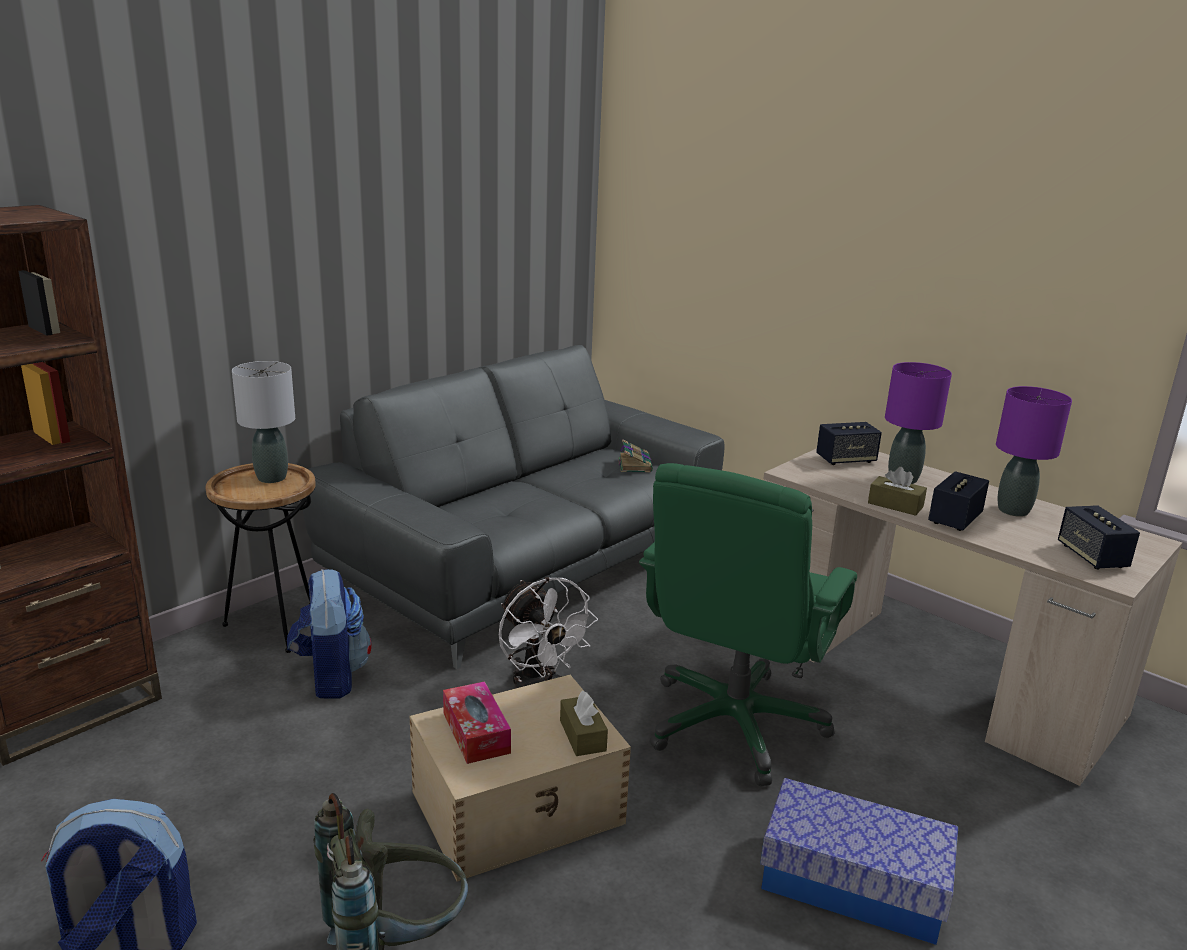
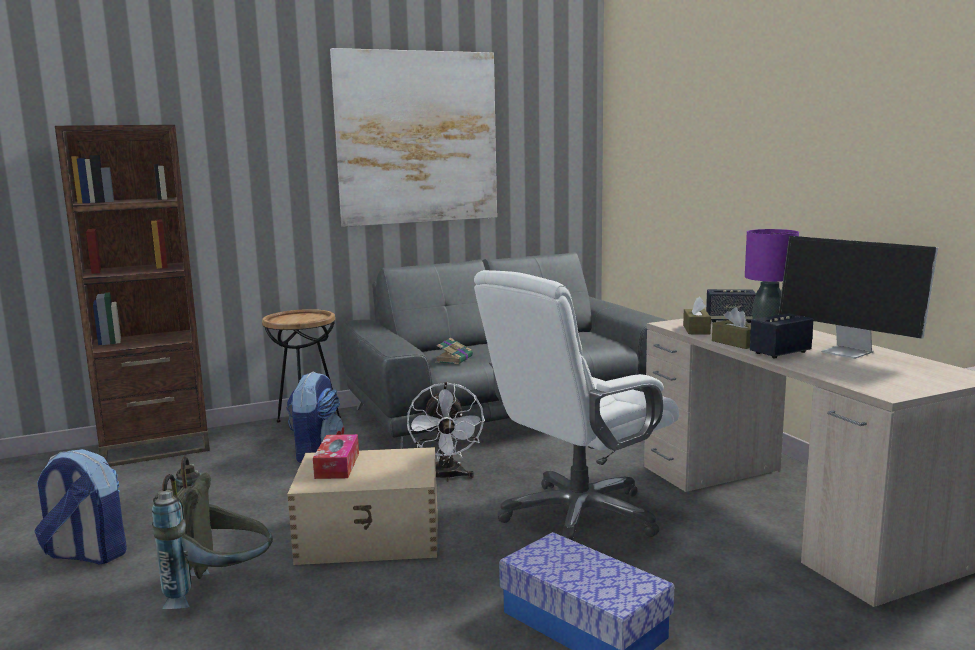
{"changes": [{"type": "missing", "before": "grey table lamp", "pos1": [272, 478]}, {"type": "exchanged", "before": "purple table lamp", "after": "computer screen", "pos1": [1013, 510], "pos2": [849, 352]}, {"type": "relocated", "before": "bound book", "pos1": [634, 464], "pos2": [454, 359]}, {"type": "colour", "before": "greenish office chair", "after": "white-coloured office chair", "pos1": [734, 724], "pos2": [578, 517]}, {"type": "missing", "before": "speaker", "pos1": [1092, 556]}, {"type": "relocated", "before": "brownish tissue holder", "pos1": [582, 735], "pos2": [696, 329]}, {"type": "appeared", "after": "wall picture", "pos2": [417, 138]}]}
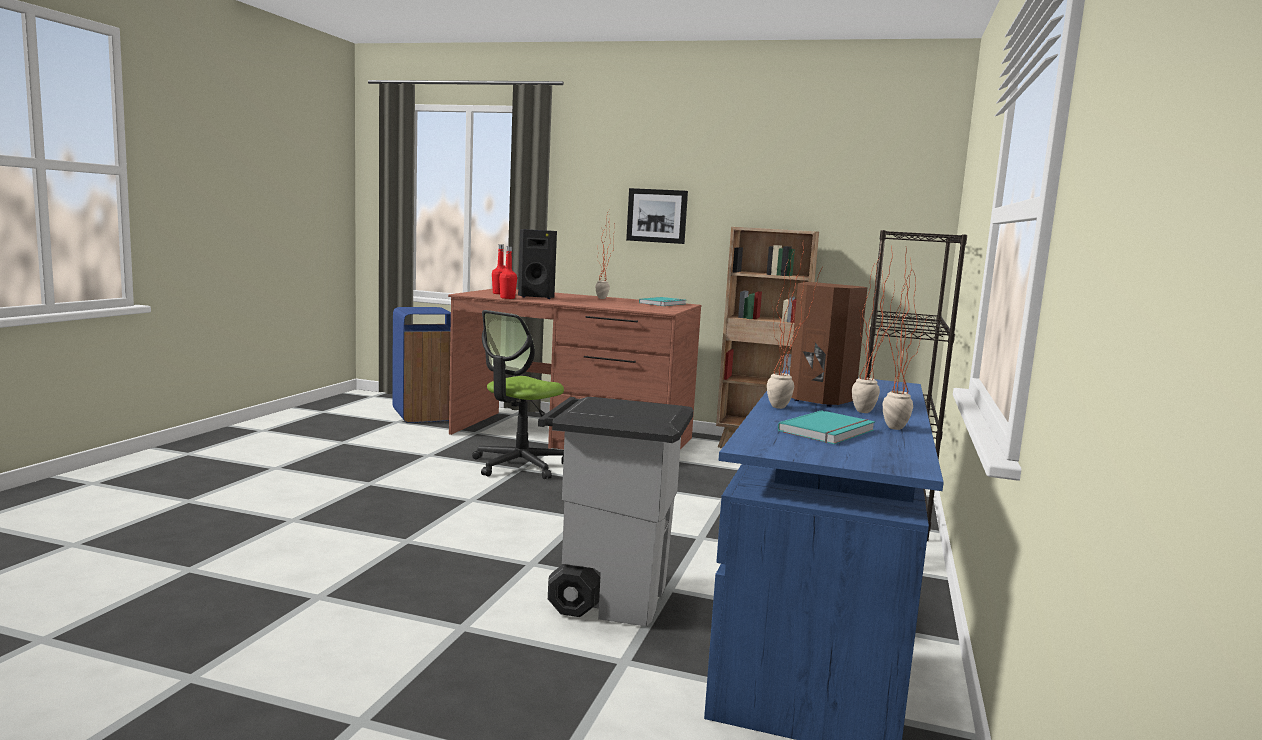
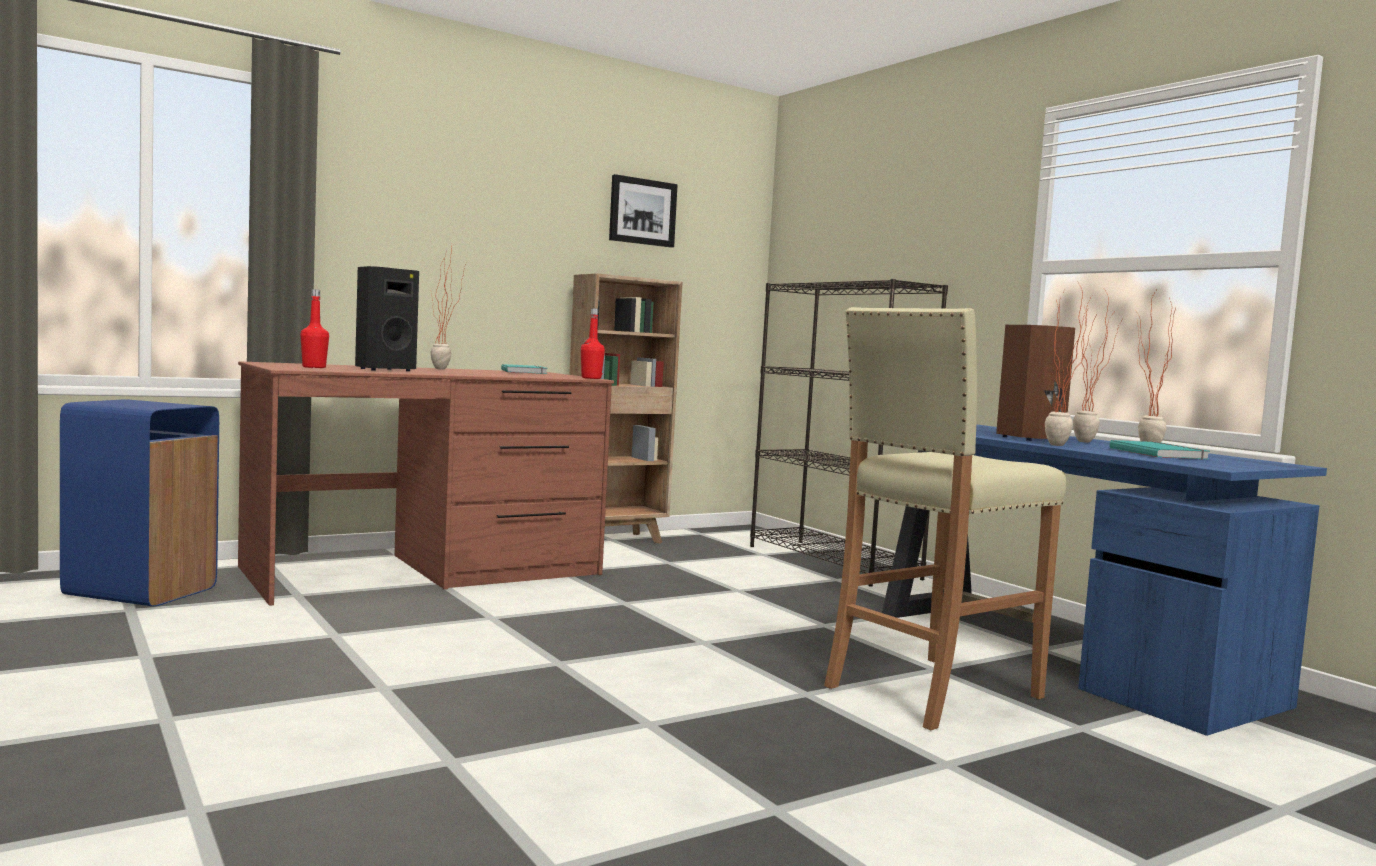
{"changes": [{"type": "relocated", "before": "wall picture", "pos1": [657, 216], "pos2": [642, 212]}, {"type": "relocated", "before": "red beverage bottle", "pos1": [507, 298], "pos2": [591, 378]}, {"type": "missing", "before": "office chair", "pos1": [519, 465]}, {"type": "exchanged", "before": "grey trash can", "after": "sand-coloured stool seat", "pos1": [609, 597], "pos2": [931, 692]}]}
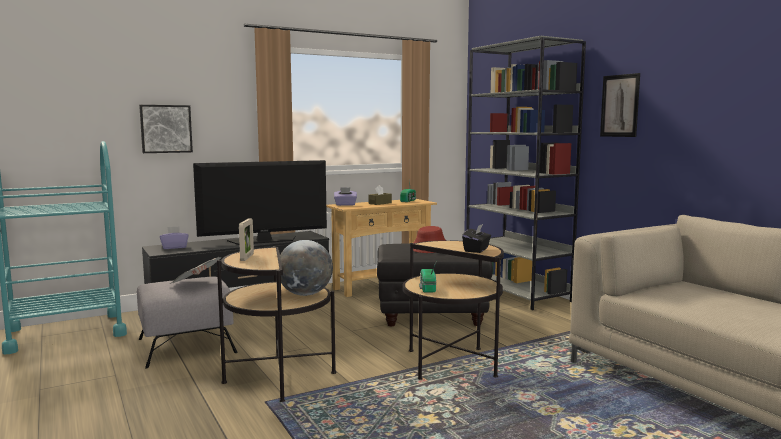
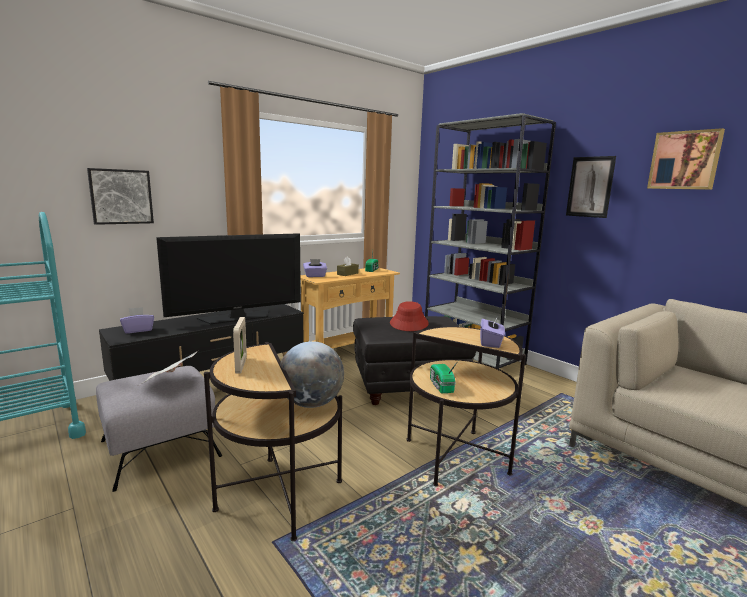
{"changes": [{"type": "colour", "before": "blackish tissue holder", "after": "purple tissue holder", "pos1": [476, 250], "pos2": [491, 342]}, {"type": "appeared", "after": "wall picture", "pos2": [684, 160]}]}
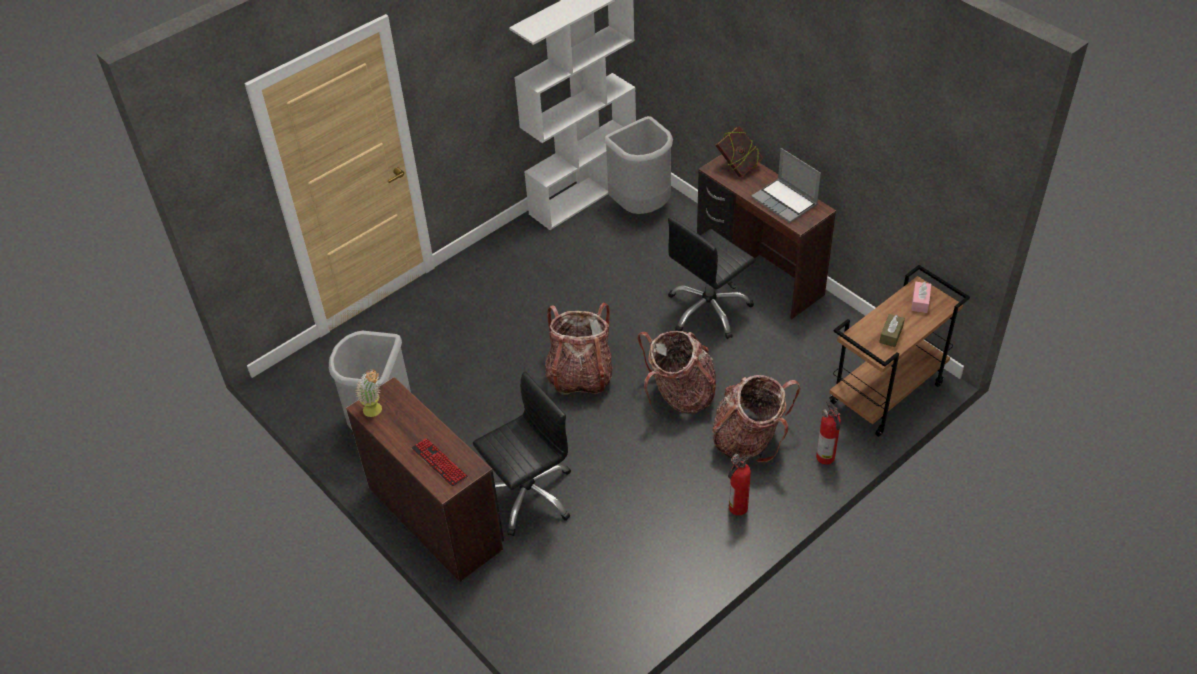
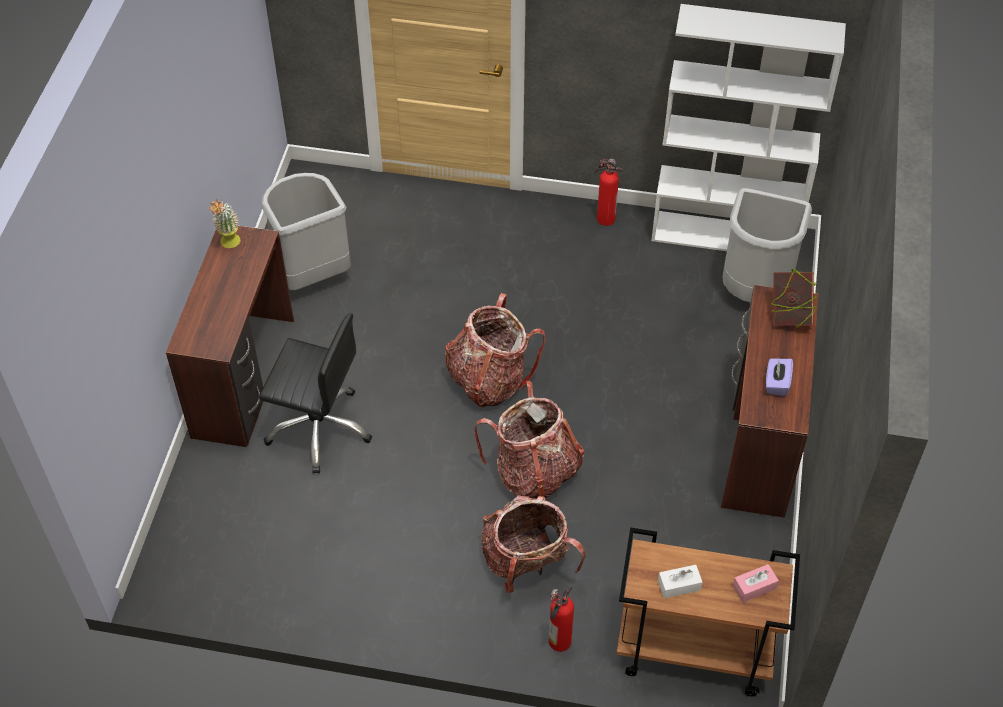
{"changes": [{"type": "exchanged", "before": "portable computer", "after": "purple tissue holder", "pos1": [785, 202], "pos2": [776, 383]}, {"type": "missing", "before": "blackish office chair", "pos1": [708, 310]}, {"type": "colour", "before": "brownish tissue holder", "after": "white-coloured tissue holder", "pos1": [891, 335], "pos2": [679, 585]}, {"type": "missing", "before": "PC keyboard", "pos1": [439, 463]}, {"type": "relocated", "before": "extinguisher", "pos1": [737, 508], "pos2": [604, 218]}]}
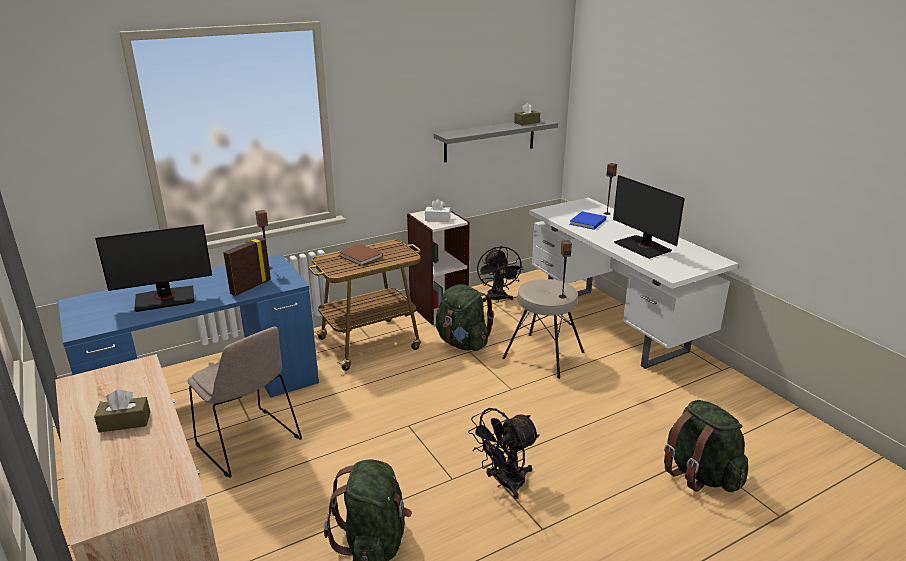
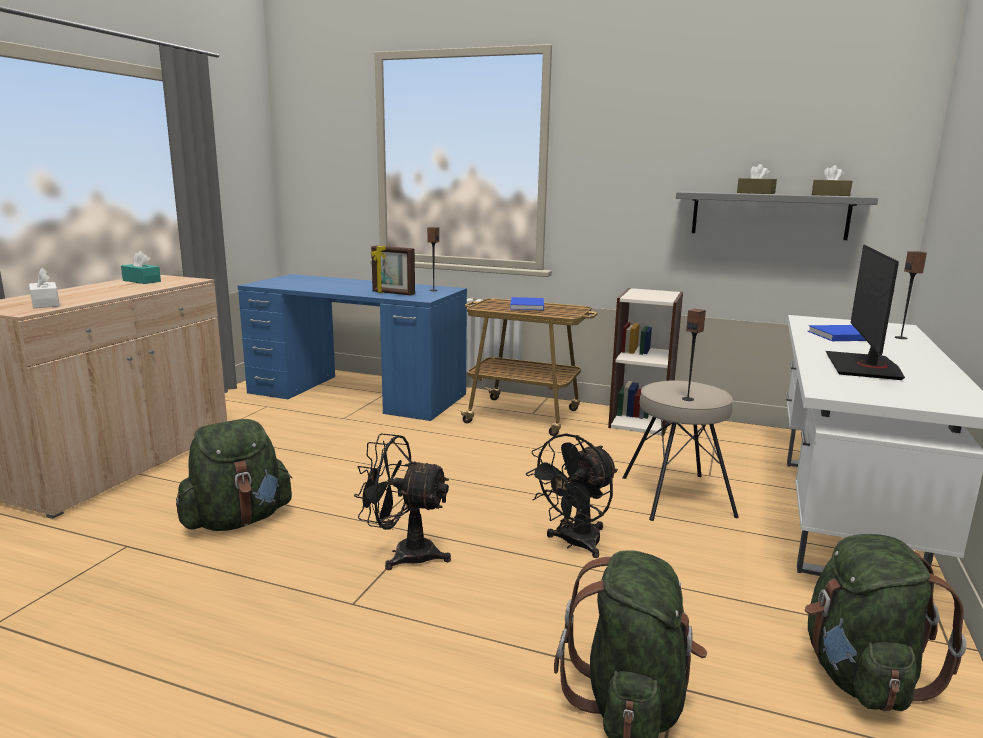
{"changes": [{"type": "relocated", "before": "white-coloured tissue holder", "pos1": [437, 219], "pos2": [45, 303]}, {"type": "missing", "before": "computer screen", "pos1": [165, 299]}, {"type": "spun", "before": "photo frame", "pos1": [250, 287], "pos2": [393, 293], "turn": -150}, {"type": "colour", "before": "brownish bound book", "after": "blue-coloured bound book", "pos1": [361, 256], "pos2": [527, 306]}, {"type": "relocated", "before": "blackish cooling fan", "pos1": [497, 299], "pos2": [574, 544]}, {"type": "relocated", "before": "greenish rucksack", "pos1": [463, 343], "pos2": [860, 676]}, {"type": "missing", "before": "sand-coloured upright chair", "pos1": [250, 444]}, {"type": "relocated", "before": "brownish tissue holder", "pos1": [125, 422], "pos2": [755, 193]}, {"type": "appeared", "after": "turquoise-coloured tissue holder", "pos2": [141, 281]}]}
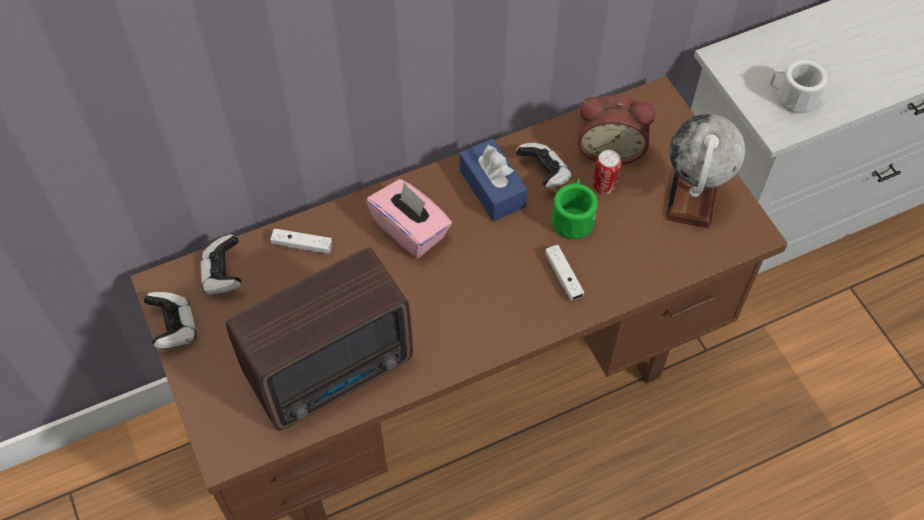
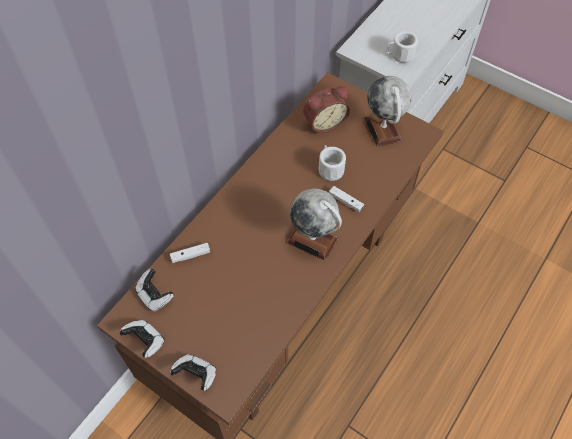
{"changes": [{"type": "missing", "before": "blue-coloured tissue holder", "pos1": [492, 188]}, {"type": "relocated", "before": "game controller", "pos1": [544, 173], "pos2": [196, 374]}, {"type": "missing", "before": "can", "pos1": [604, 186]}, {"type": "missing", "before": "pinkish tissue holder", "pos1": [410, 230]}, {"type": "colour", "before": "greenish mug", "after": "white-coloured mug", "pos1": [573, 218], "pos2": [330, 168]}, {"type": "missing", "before": "radio set", "pos1": [335, 371]}, {"type": "appeared", "after": "world globe", "pos2": [312, 240]}]}
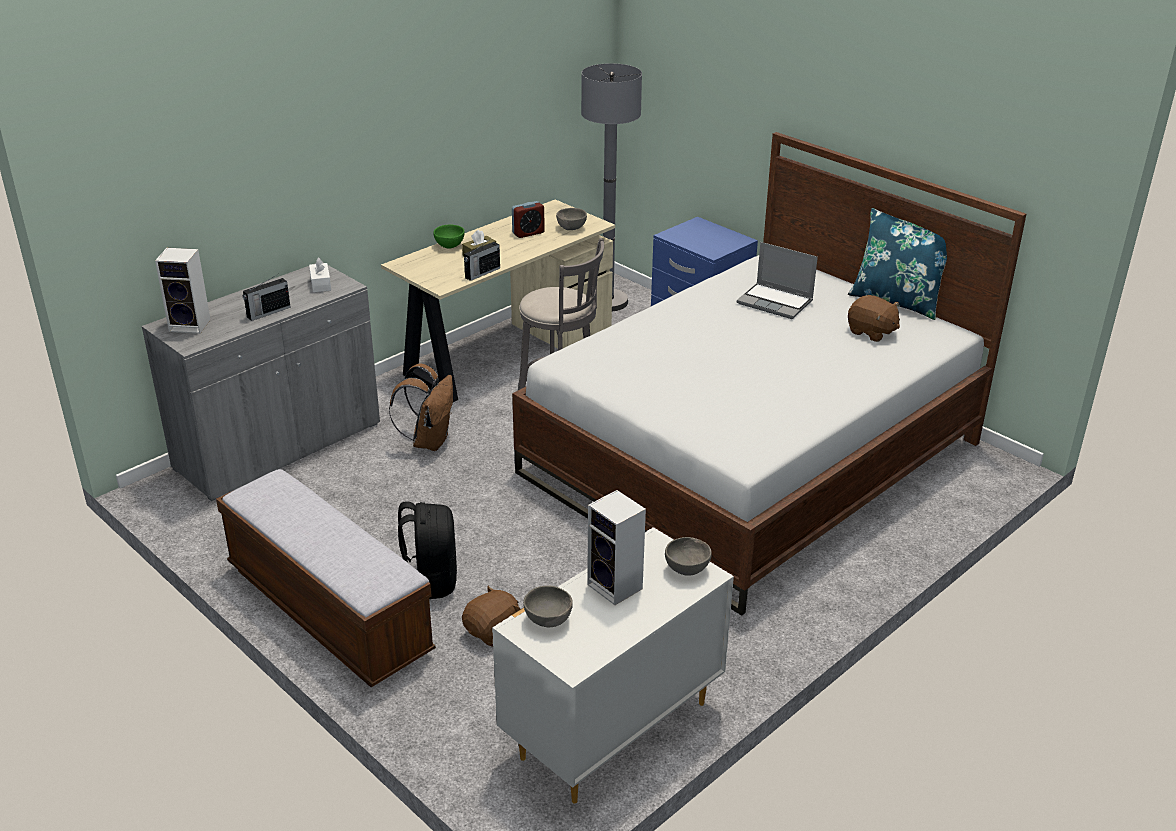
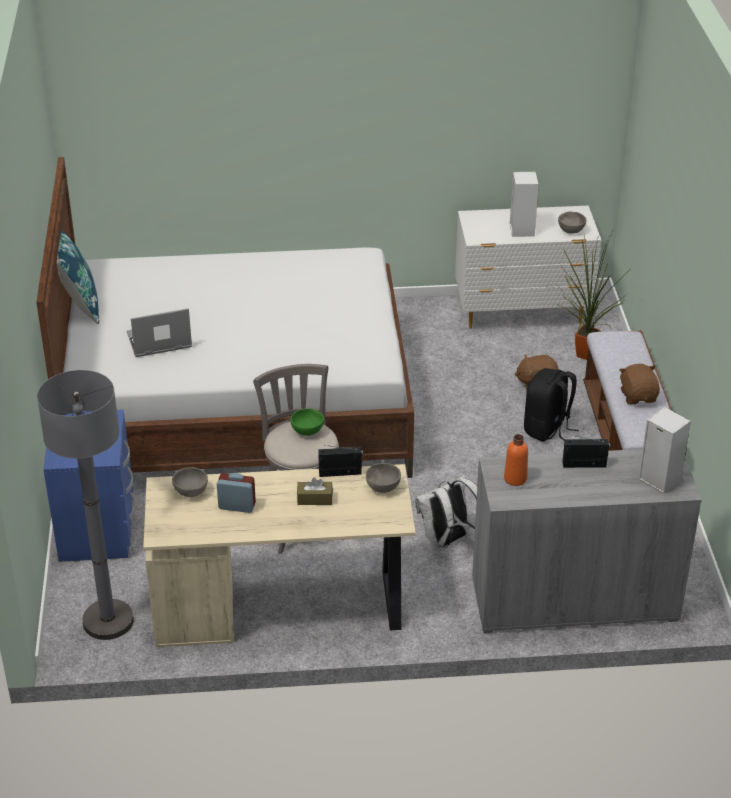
{"changes": [{"type": "relocated", "before": "greenish serving bowl", "pos1": [449, 246], "pos2": [308, 431]}, {"type": "spun", "before": "portable computer", "pos1": [776, 302], "pos2": [158, 341], "turn": -90}, {"type": "exchanged", "before": "white-coloured tissue holder", "after": "orange beverage bottle", "pos1": [320, 284], "pos2": [515, 478]}, {"type": "relocated", "before": "brownish plush toy", "pos1": [871, 332], "pos2": [638, 396]}, {"type": "colour", "before": "brownish rucksack", "after": "white-coloured rucksack", "pos1": [429, 441], "pos2": [447, 540]}, {"type": "relocated", "before": "grey serving bowl", "pos1": [688, 569], "pos2": [382, 487]}, {"type": "appeared", "after": "potted plant", "pos2": [583, 357]}]}
